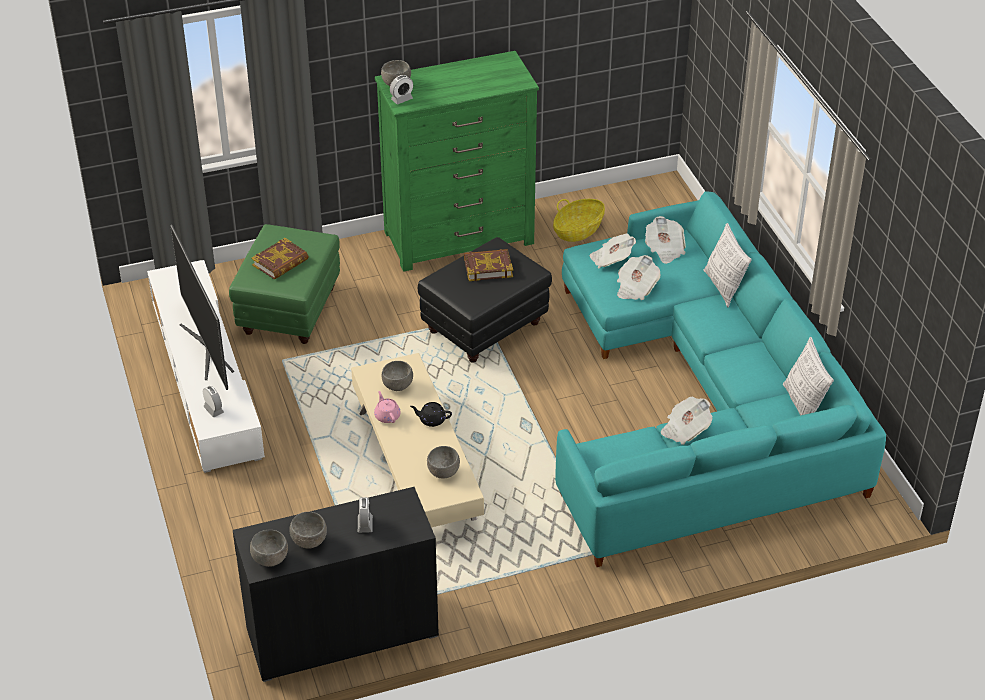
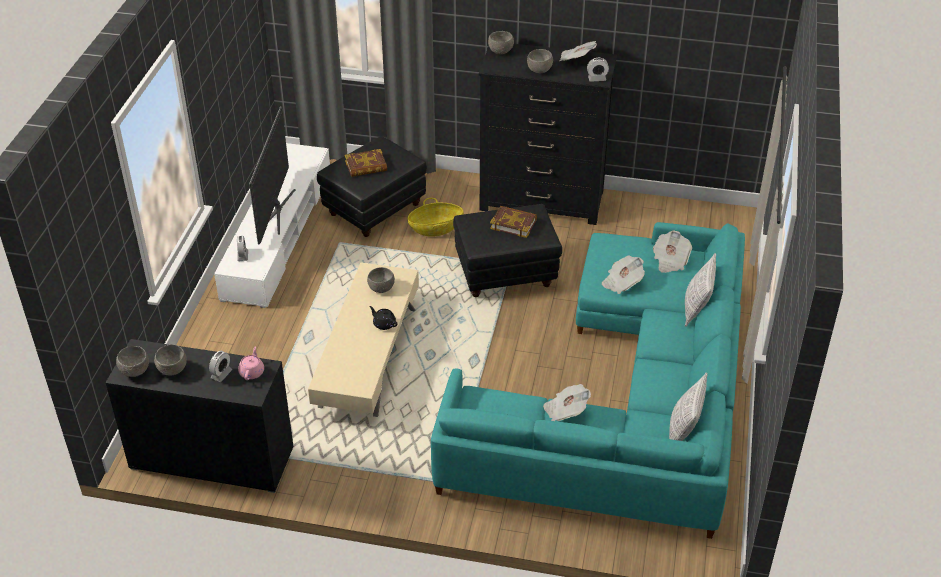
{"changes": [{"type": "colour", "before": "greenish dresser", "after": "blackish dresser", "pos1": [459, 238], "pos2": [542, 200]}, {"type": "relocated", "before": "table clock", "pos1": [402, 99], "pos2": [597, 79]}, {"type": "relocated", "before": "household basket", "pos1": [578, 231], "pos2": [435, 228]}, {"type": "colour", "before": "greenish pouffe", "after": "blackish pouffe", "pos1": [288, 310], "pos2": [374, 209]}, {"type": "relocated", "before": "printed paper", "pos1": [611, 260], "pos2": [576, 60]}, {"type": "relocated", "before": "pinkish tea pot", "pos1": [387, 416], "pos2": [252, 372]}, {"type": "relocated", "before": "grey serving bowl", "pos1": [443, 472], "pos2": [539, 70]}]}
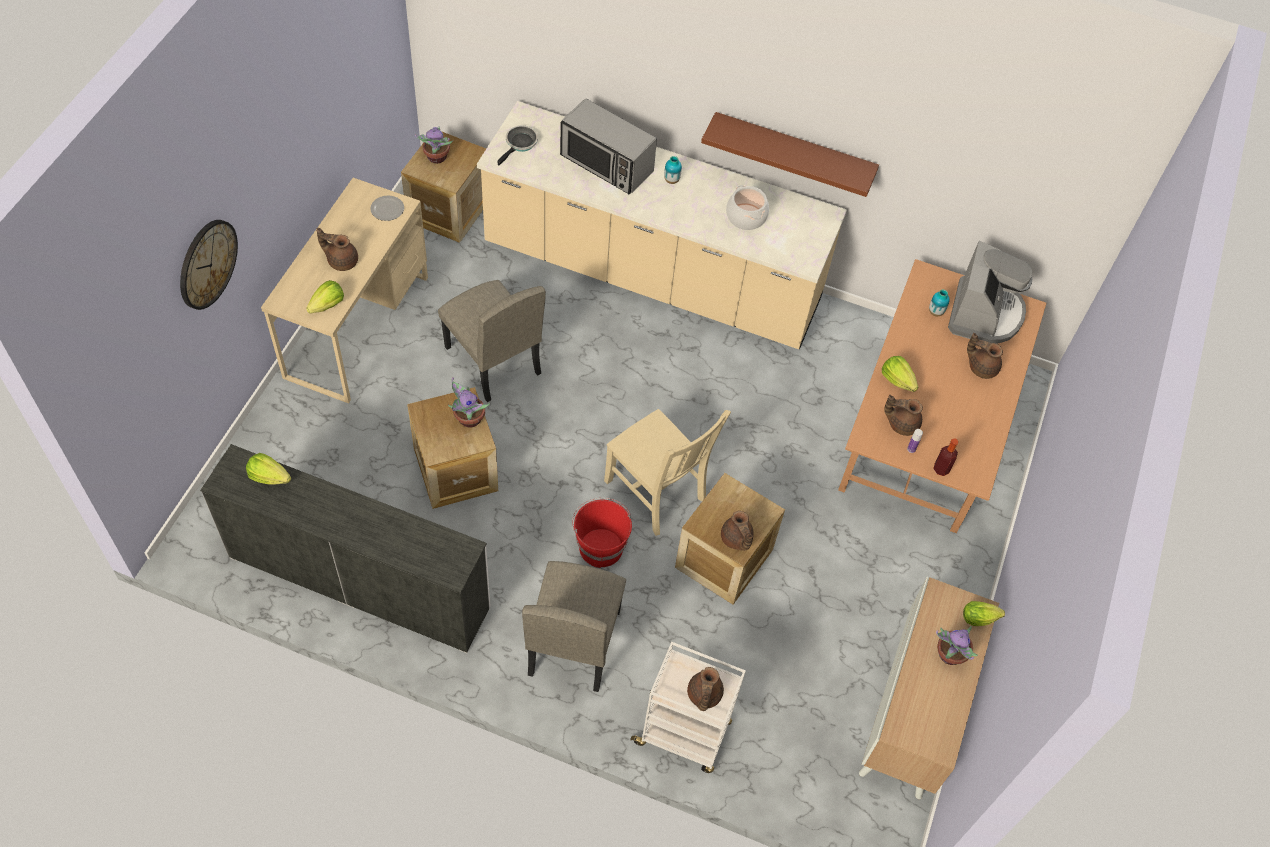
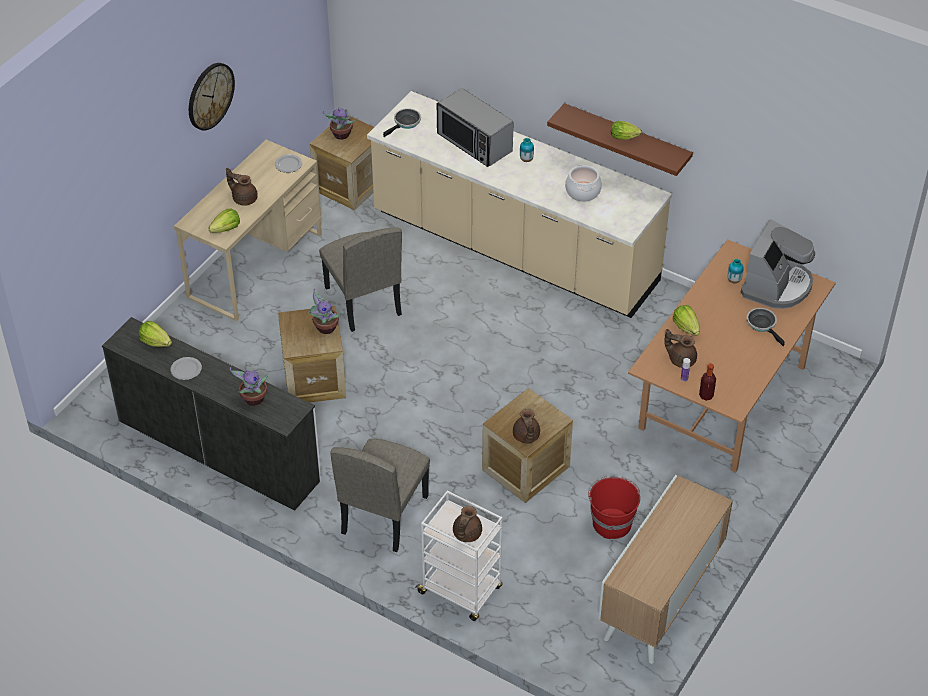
{"changes": [{"type": "relocated", "before": "wall clock", "pos1": [207, 264], "pos2": [210, 96]}, {"type": "exchanged", "before": "brownish tea pot", "after": "pan", "pos1": [981, 367], "pos2": [763, 325]}, {"type": "missing", "before": "sand-coloured upright chair", "pos1": [657, 493]}, {"type": "relocated", "before": "red bucket", "pos1": [600, 546], "pos2": [611, 522]}, {"type": "relocated", "before": "lettuce", "pos1": [981, 618], "pos2": [625, 137]}, {"type": "relocated", "before": "potted plant", "pos1": [949, 655], "pos2": [252, 399]}, {"type": "appeared", "after": "dinner plate", "pos2": [187, 369]}]}
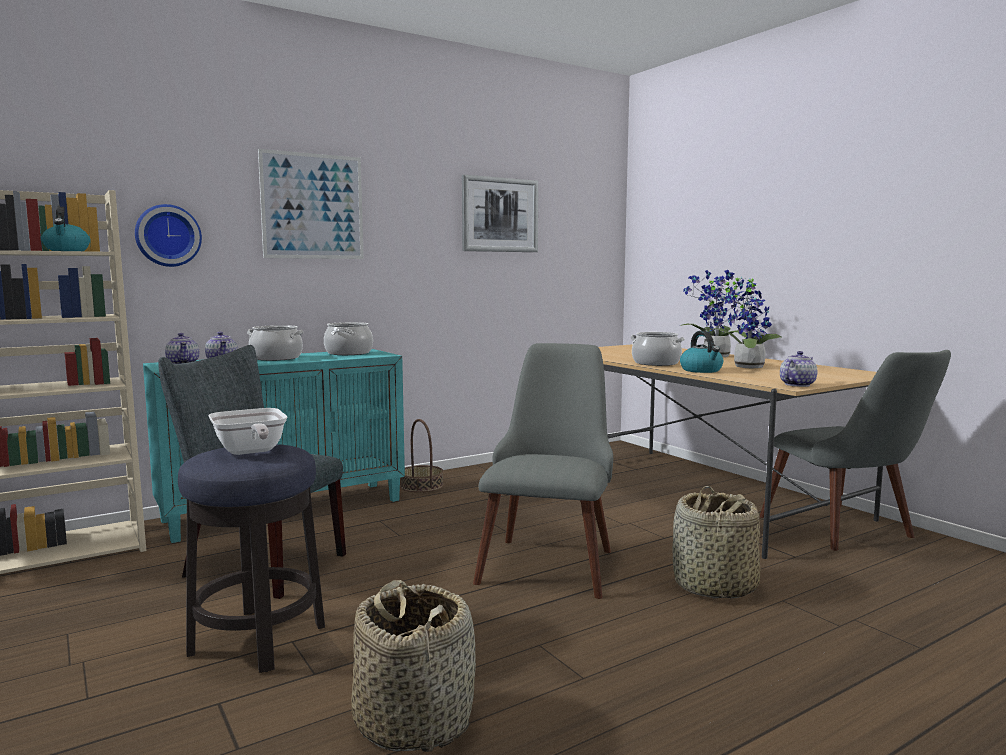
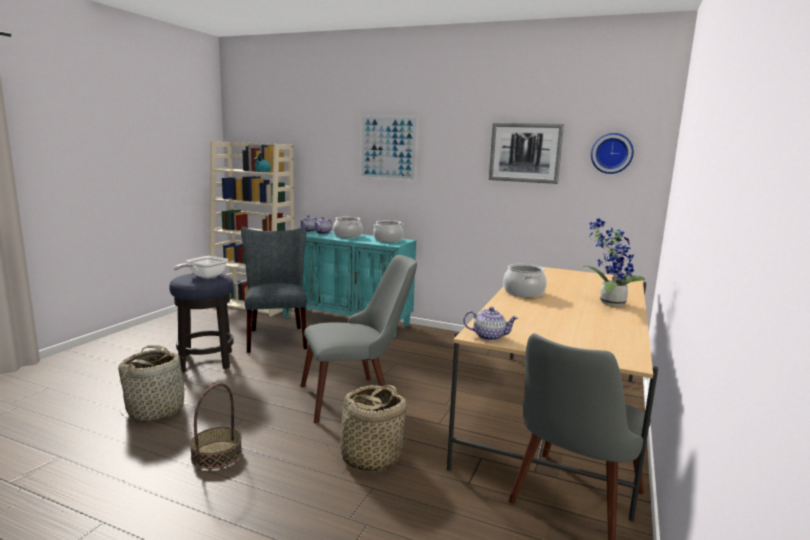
{"changes": [{"type": "relocated", "before": "wall clock", "pos1": [168, 235], "pos2": [612, 153]}, {"type": "missing", "before": "potted plant", "pos1": [744, 367]}, {"type": "missing", "before": "tea kettle", "pos1": [701, 370]}, {"type": "relocated", "before": "household basket", "pos1": [421, 485], "pos2": [216, 454]}]}
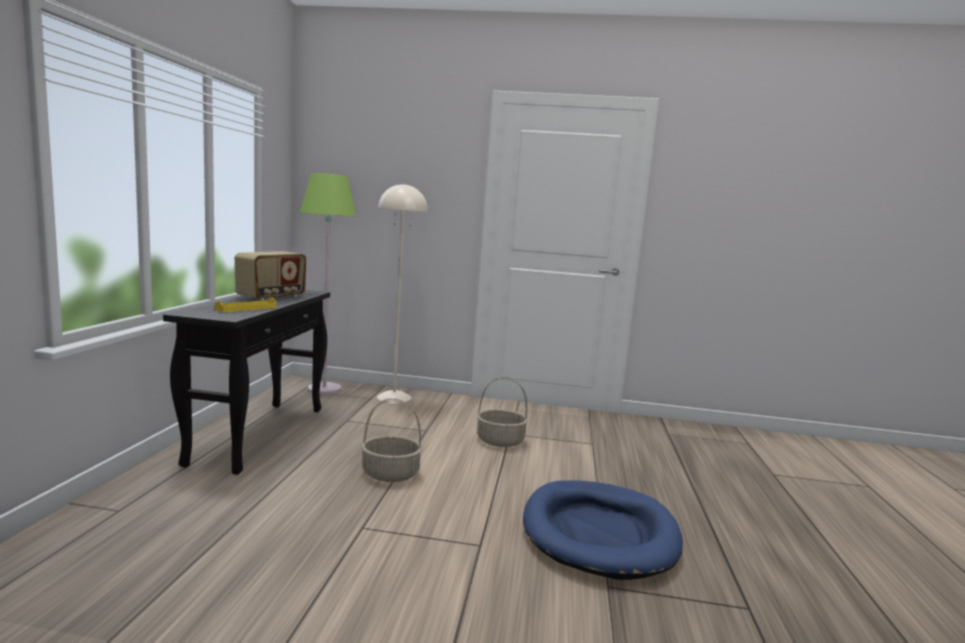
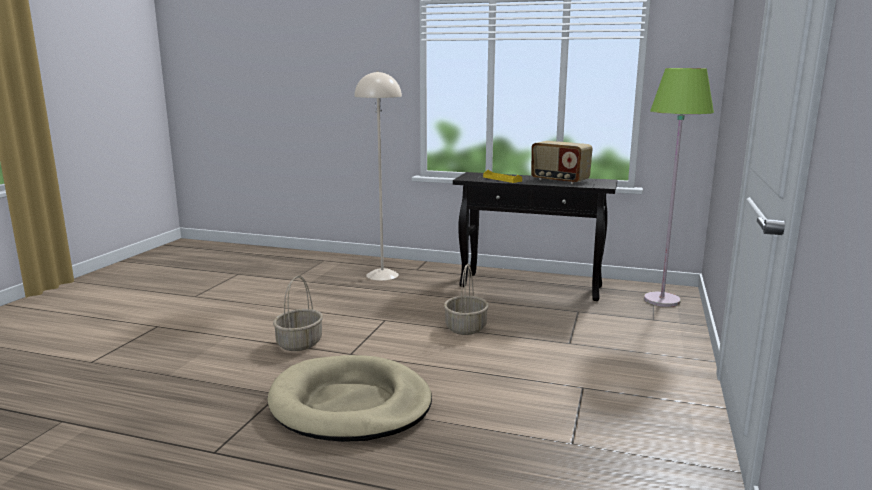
{"changes": [{"type": "relocated", "before": "sand-coloured standard lamp", "pos1": [394, 397], "pos2": [382, 275]}, {"type": "relocated", "before": "household basket", "pos1": [500, 440], "pos2": [299, 343]}, {"type": "colour", "before": "blue-coloured pet bed", "after": "sand-coloured pet bed", "pos1": [599, 533], "pos2": [350, 404]}]}
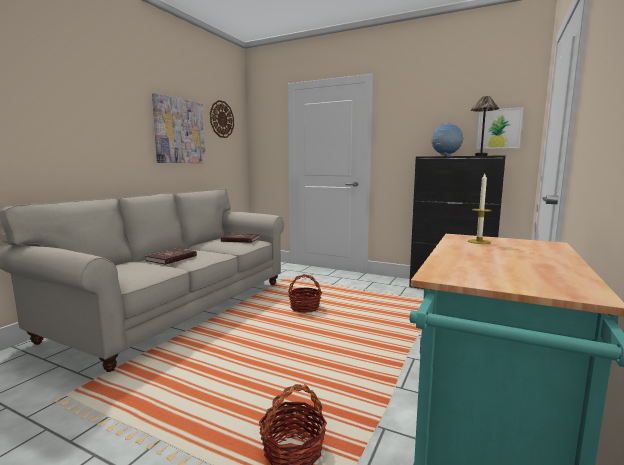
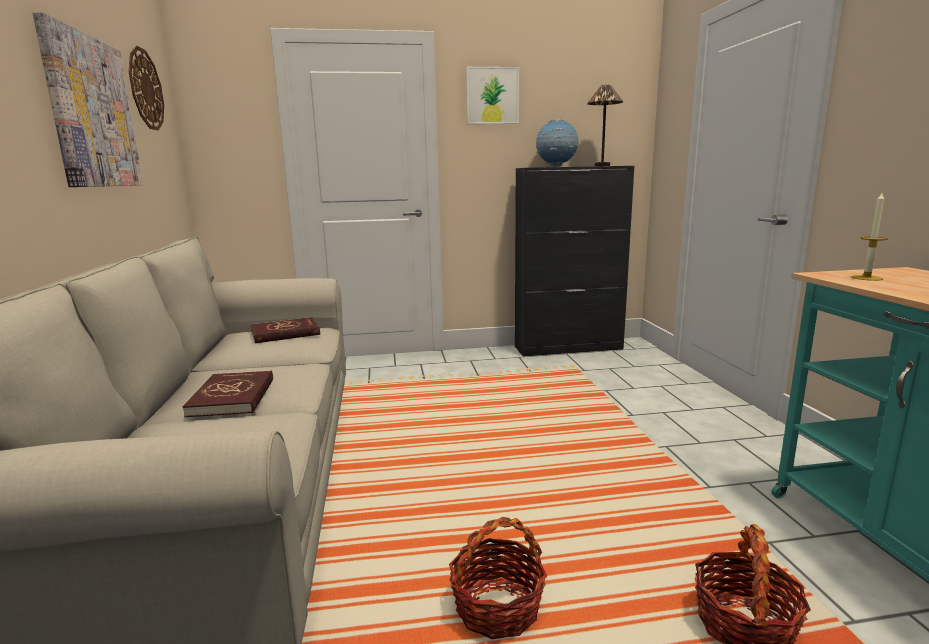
{"changes": [{"type": "relocated", "before": "wall picture", "pos1": [499, 129], "pos2": [492, 96]}, {"type": "relocated", "before": "household basket", "pos1": [304, 307], "pos2": [497, 607]}]}
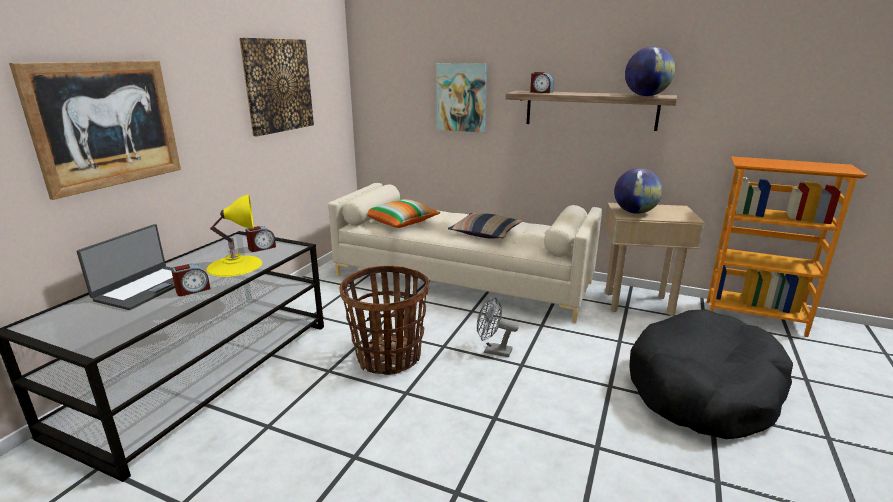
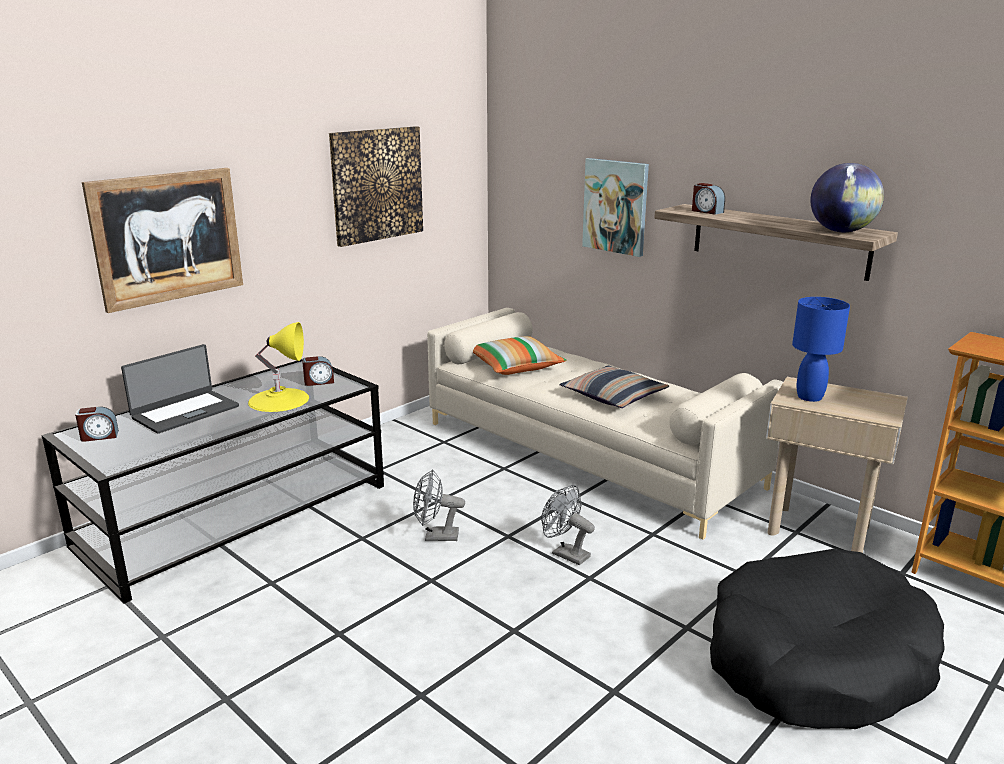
{"changes": [{"type": "exchanged", "before": "world globe", "after": "blue-coloured table lamp", "pos1": [635, 212], "pos2": [810, 397]}, {"type": "relocated", "before": "table clock", "pos1": [193, 290], "pos2": [99, 436]}, {"type": "exchanged", "before": "household basket", "after": "grey cooling fan", "pos1": [388, 357], "pos2": [436, 536]}]}
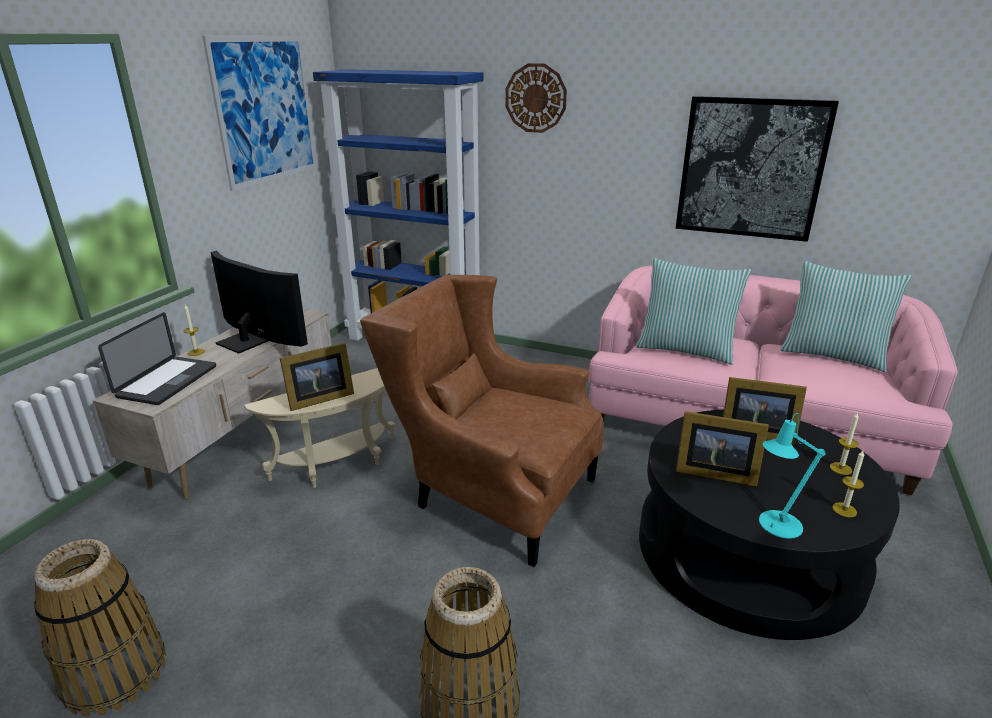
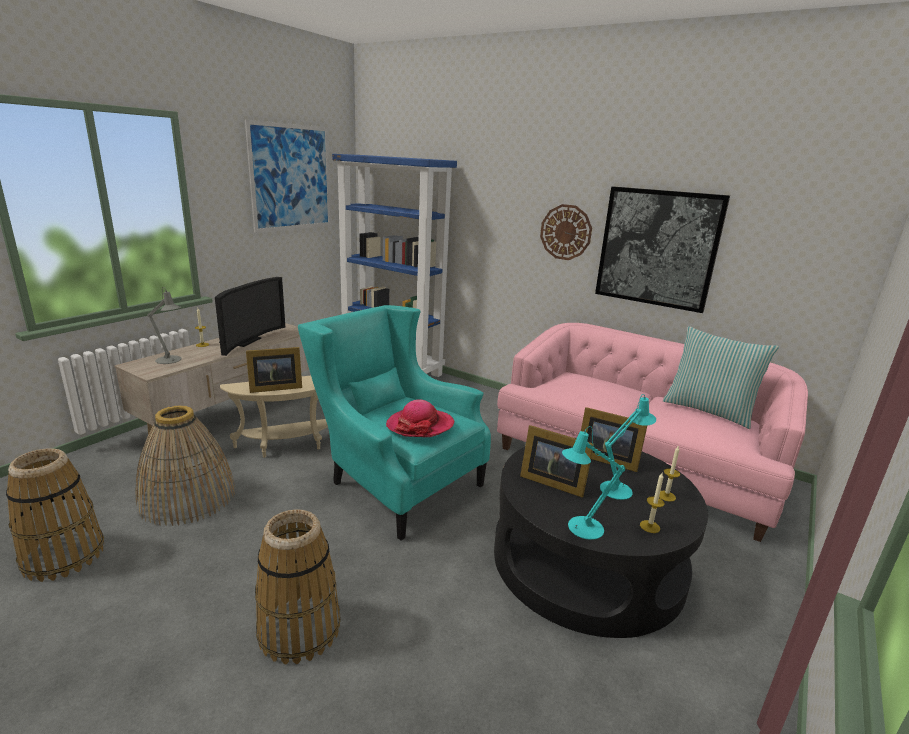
{"changes": [{"type": "relocated", "before": "wall clock", "pos1": [535, 98], "pos2": [565, 232]}, {"type": "spun", "before": "television", "pos1": [250, 339], "pos2": [245, 341], "turn": 60}, {"type": "missing", "before": "throw pillow", "pos1": [685, 350]}, {"type": "colour", "before": "brownish lounge chair", "after": "turquoise-coloured lounge chair", "pos1": [491, 492], "pos2": [395, 481]}, {"type": "exchanged", "before": "portable computer", "after": "grey table lamp", "pos1": [167, 382], "pos2": [171, 360]}, {"type": "appeared", "after": "turquoise-coloured table lamp", "pos2": [619, 488]}, {"type": "appeared", "after": "wearable hat", "pos2": [420, 425]}, {"type": "appeared", "after": "household basket", "pos2": [187, 497]}]}
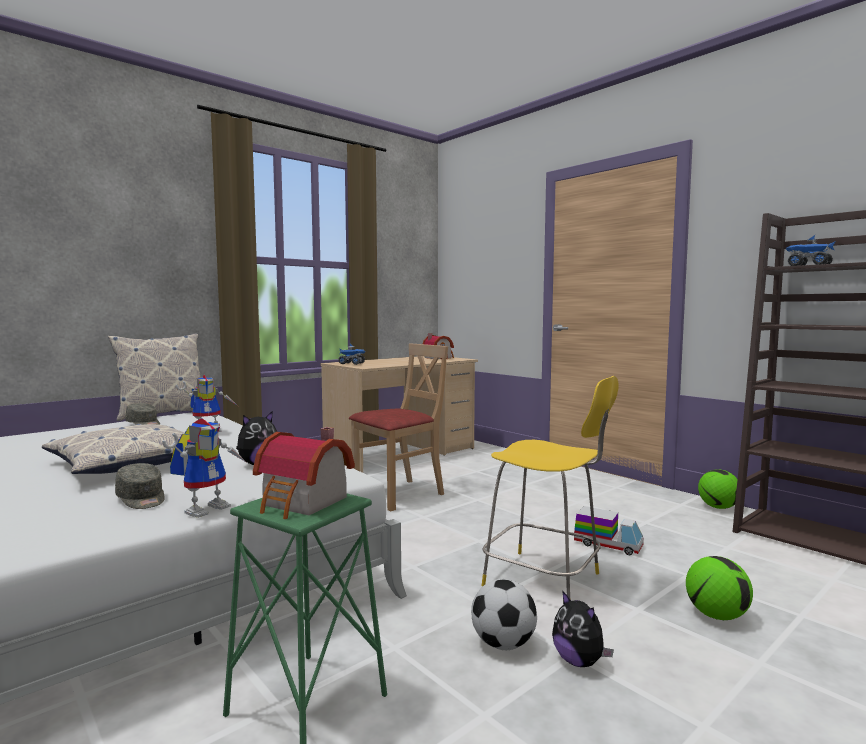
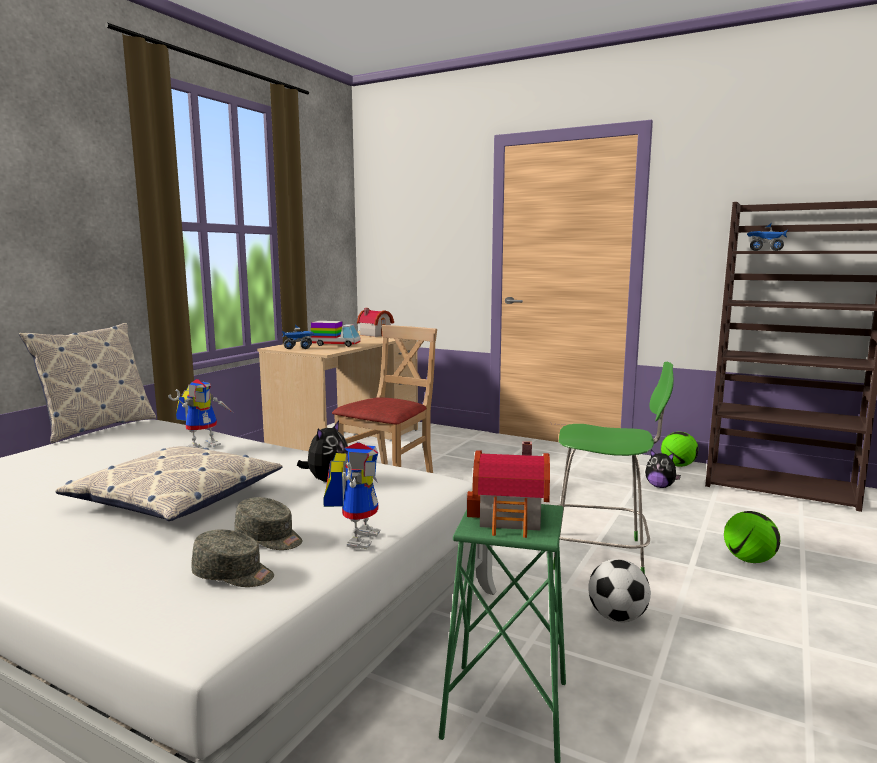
{"changes": [{"type": "colour", "before": "yellow upright chair", "after": "greenish upright chair", "pos1": [546, 581], "pos2": [601, 554]}, {"type": "relocated", "before": "grey peaked cap", "pos1": [144, 424], "pos2": [234, 575]}, {"type": "relocated", "before": "toy truck", "pos1": [608, 545], "pos2": [335, 344]}, {"type": "relocated", "before": "plush toy", "pos1": [579, 661], "pos2": [660, 486]}]}
